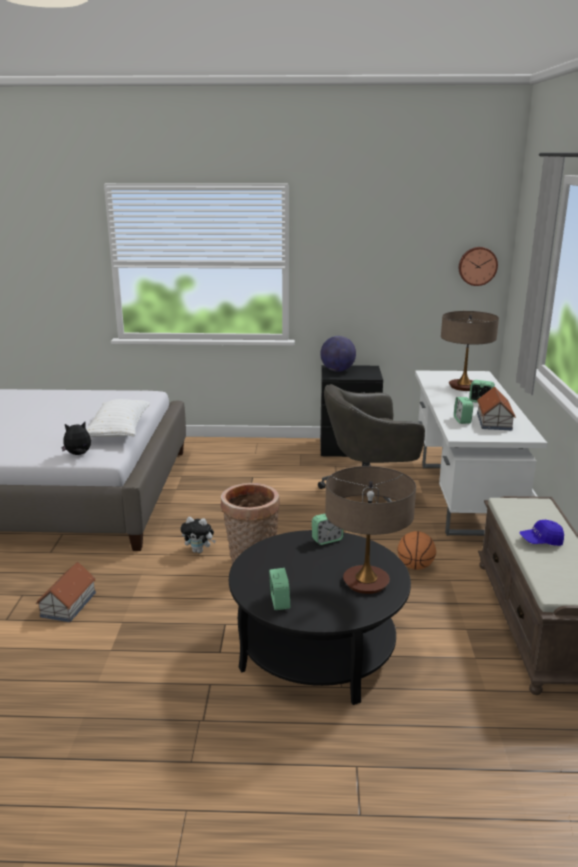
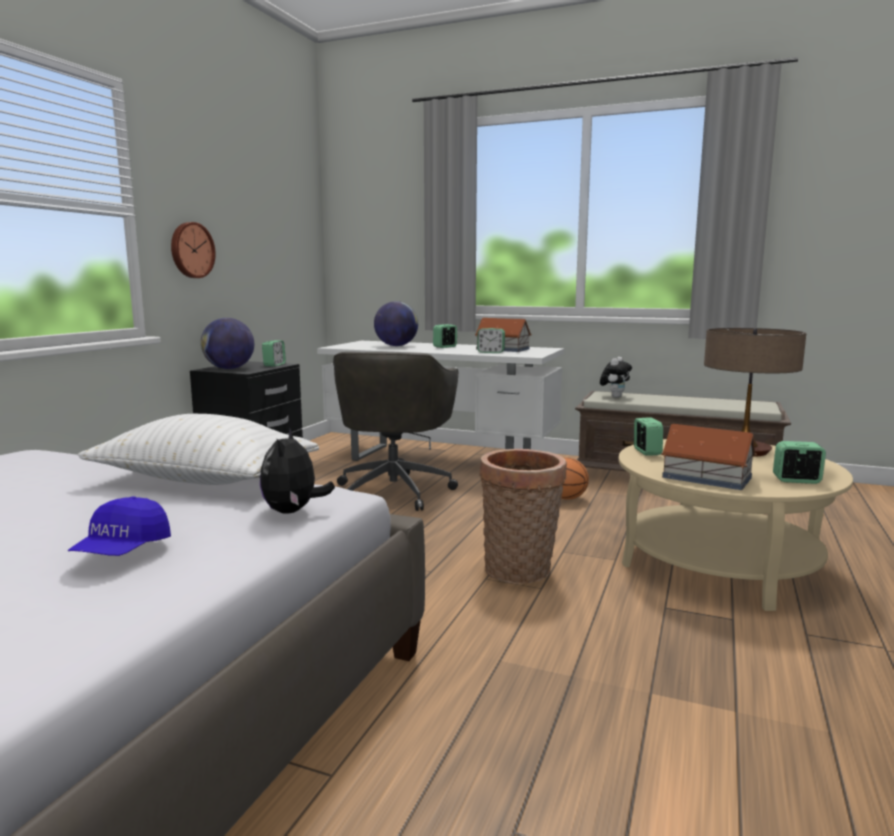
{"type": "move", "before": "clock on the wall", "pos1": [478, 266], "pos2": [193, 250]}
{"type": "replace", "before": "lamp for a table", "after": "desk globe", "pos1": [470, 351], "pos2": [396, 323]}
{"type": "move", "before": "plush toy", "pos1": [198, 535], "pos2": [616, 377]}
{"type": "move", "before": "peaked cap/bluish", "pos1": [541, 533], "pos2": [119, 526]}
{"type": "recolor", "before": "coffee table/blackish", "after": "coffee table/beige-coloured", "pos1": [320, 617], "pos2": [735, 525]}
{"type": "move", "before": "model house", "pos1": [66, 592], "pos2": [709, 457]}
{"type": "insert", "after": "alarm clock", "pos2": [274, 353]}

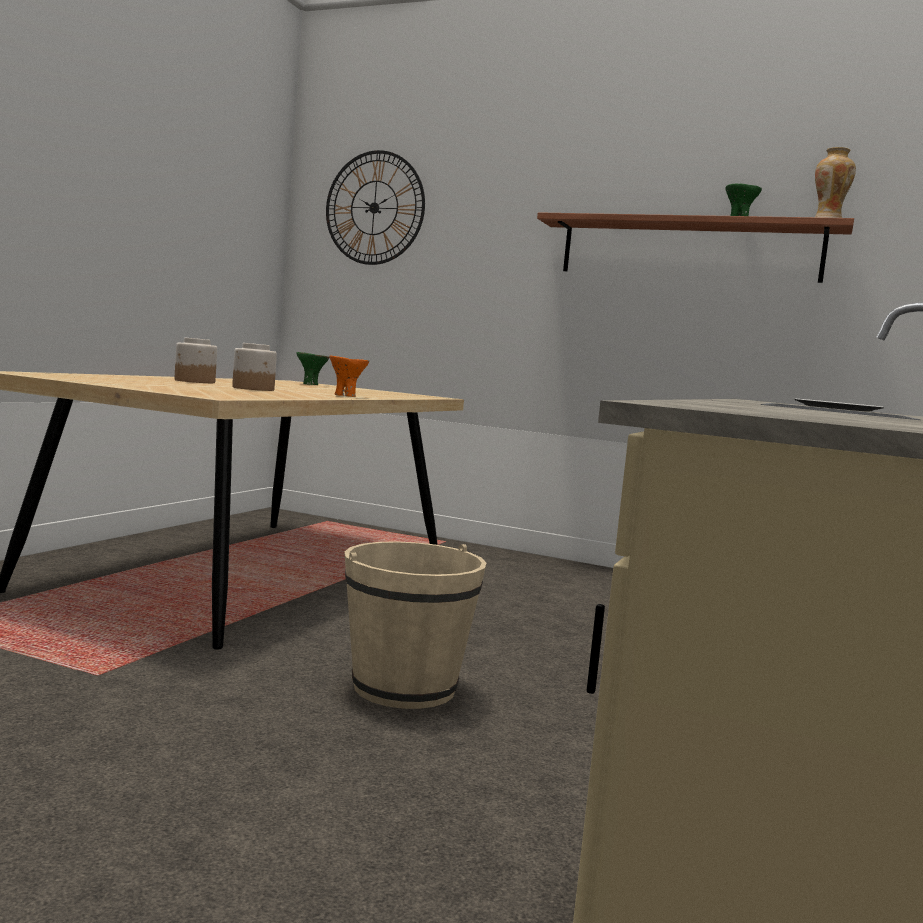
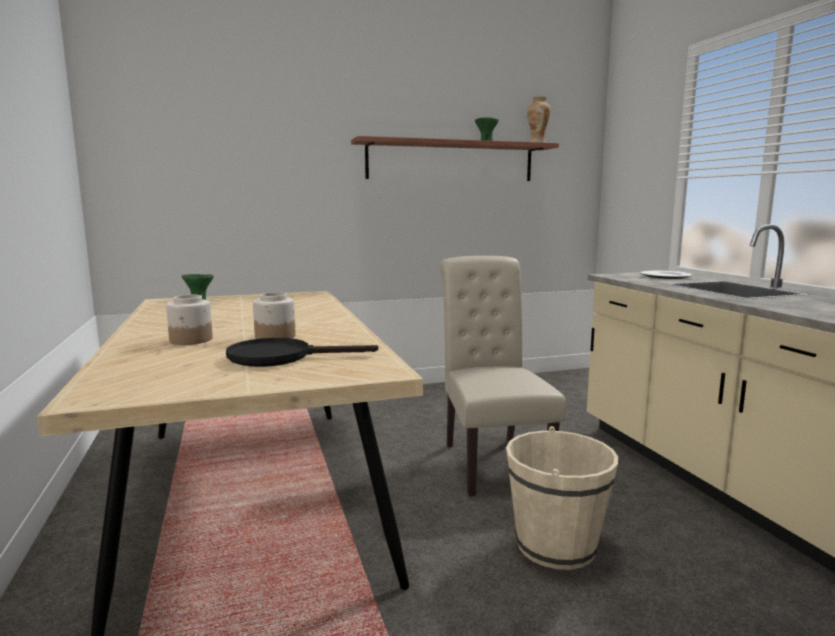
{"type": "delete", "before": "clock on the wall", "pos1": [375, 207]}
{"type": "delete", "before": "bowl/orangey", "pos1": [349, 376]}
{"type": "insert", "after": "chair/beige-coloured", "pos2": [503, 376]}
{"type": "insert", "after": "pan/blackish", "pos2": [302, 352]}

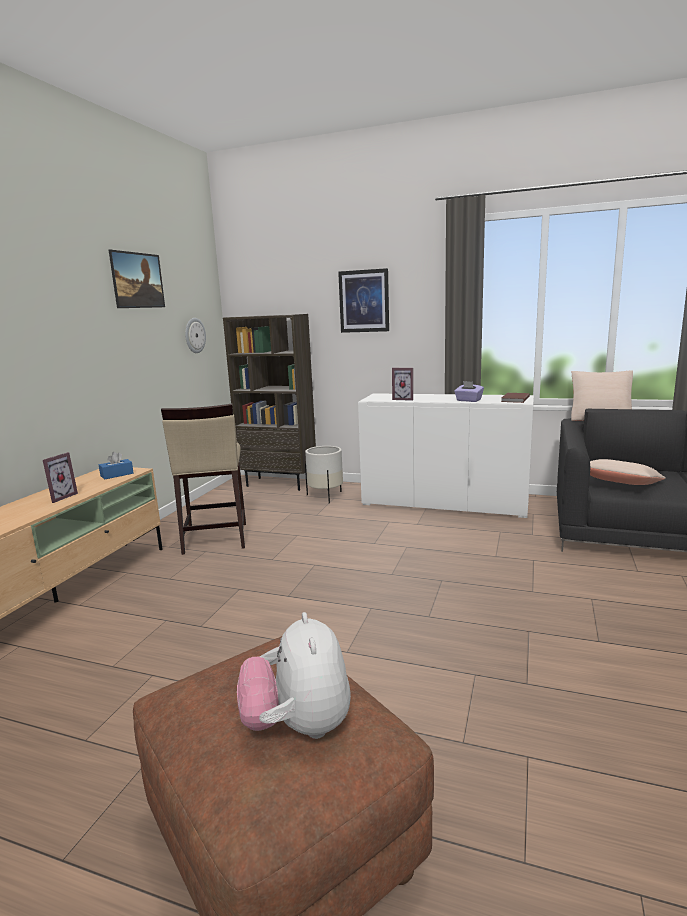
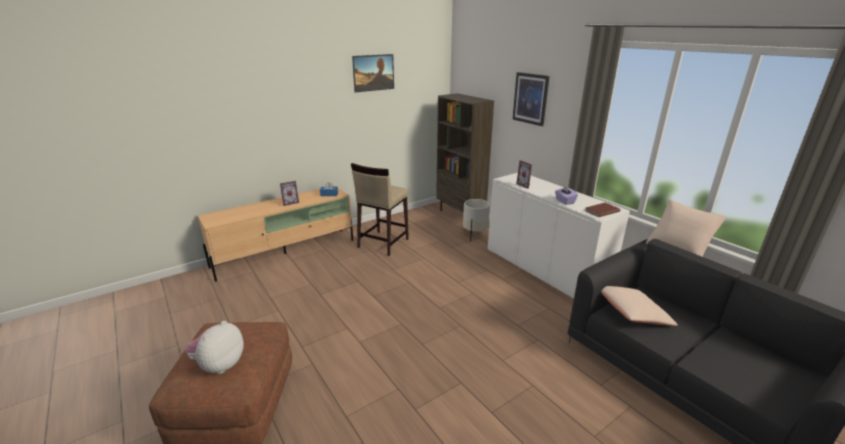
{"type": "delete", "before": "clock on the wall", "pos1": [195, 335]}

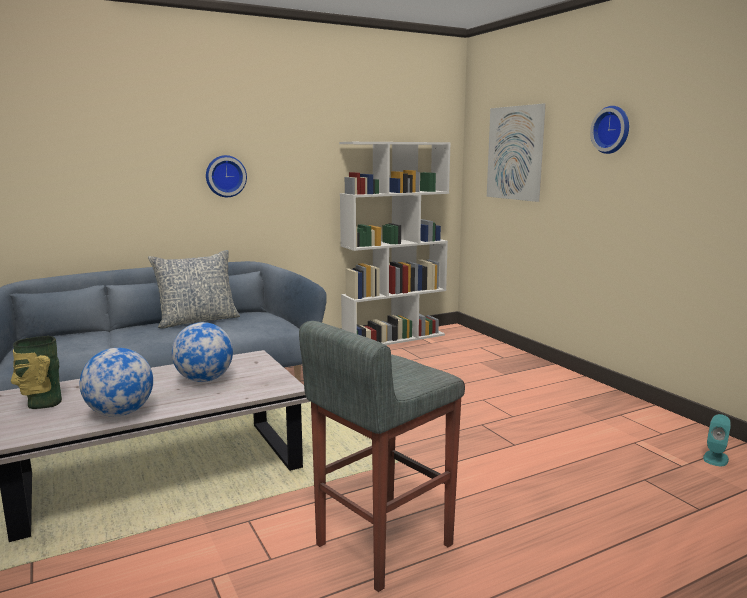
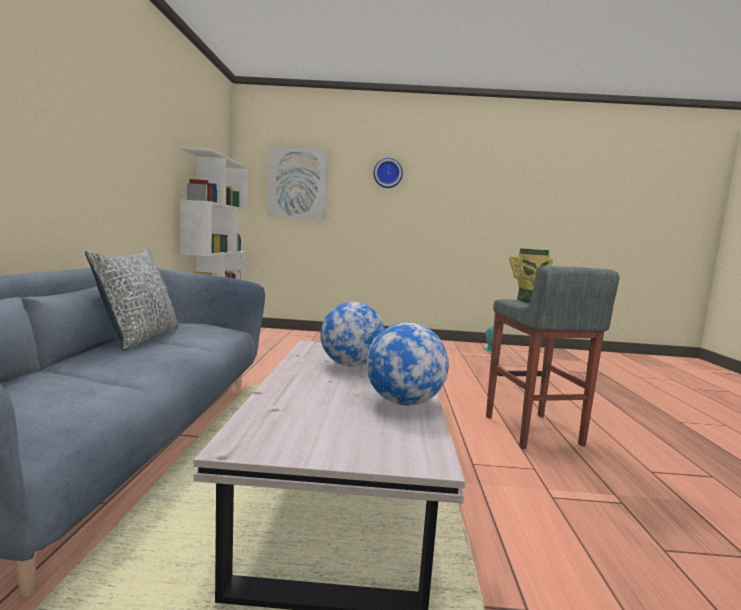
{"type": "delete", "before": "clock on the wall", "pos1": [226, 176]}
{"type": "move", "before": "decorative vase", "pos1": [36, 372], "pos2": [531, 275]}

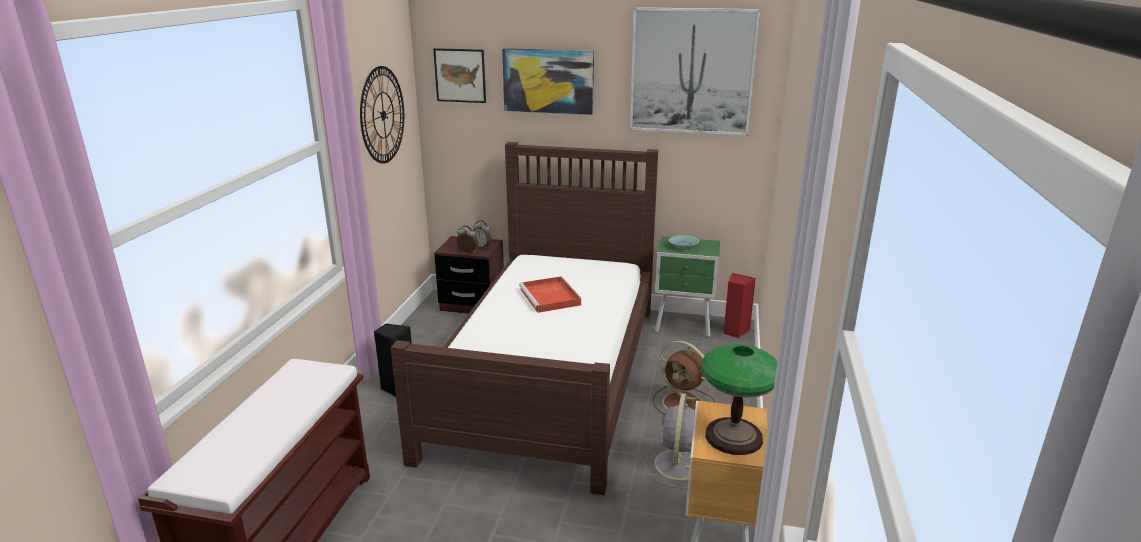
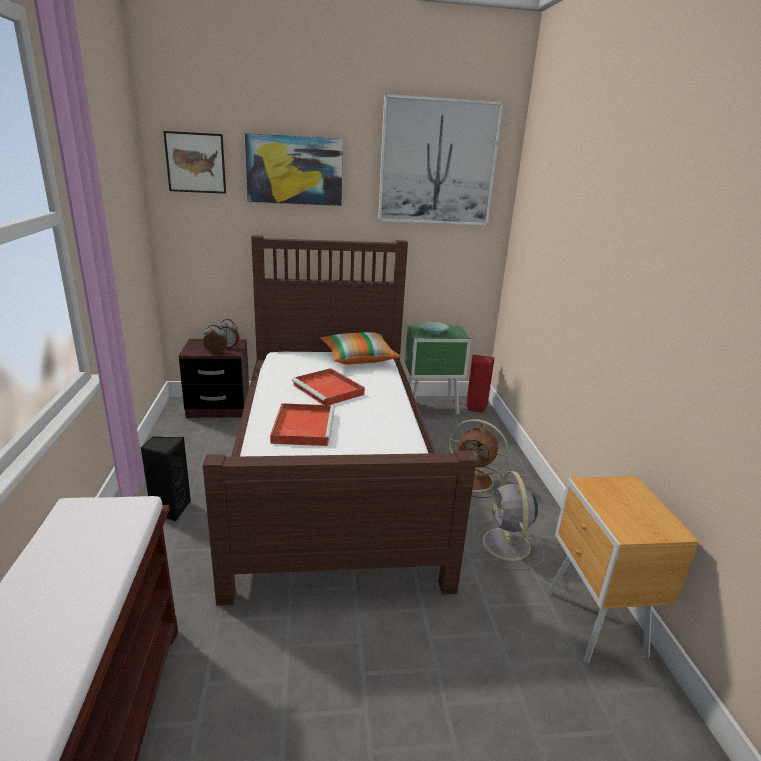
{"type": "delete", "before": "clock on the wall", "pos1": [382, 115]}
{"type": "delete", "before": "lamp for a table", "pos1": [739, 399]}
{"type": "insert", "after": "pillow", "pos2": [360, 348]}
{"type": "insert", "after": "serving tray/reddish", "pos2": [302, 424]}

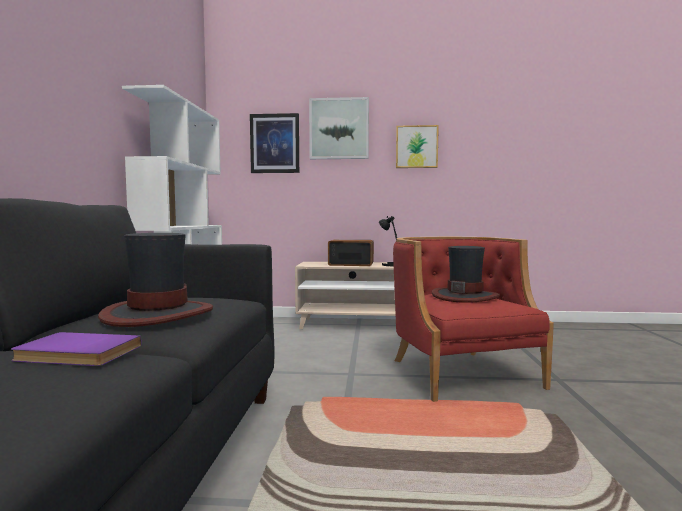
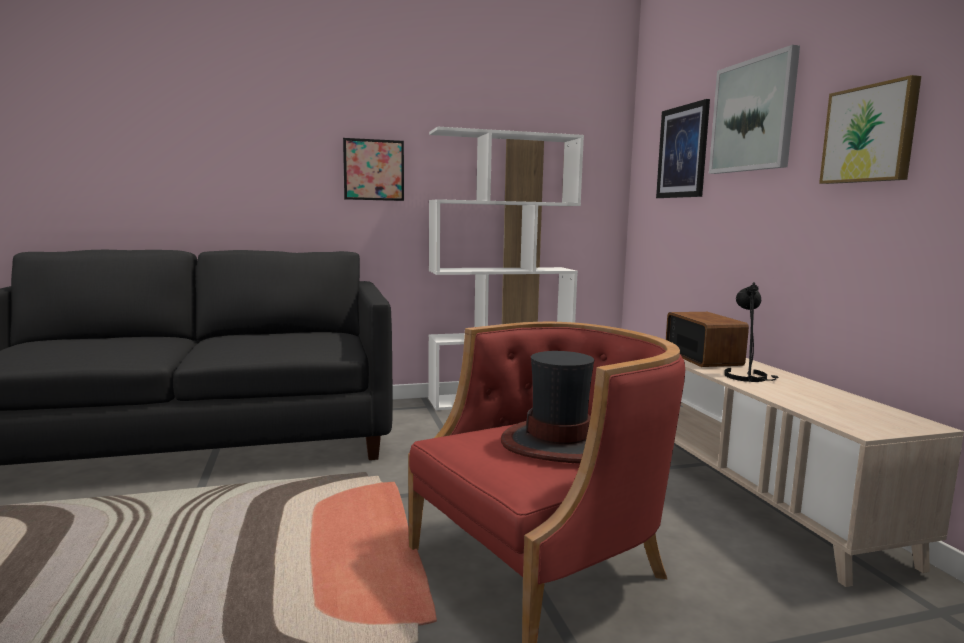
{"type": "delete", "before": "wearable hat", "pos1": [155, 280]}
{"type": "delete", "before": "bound book/purplish", "pos1": [76, 349]}
{"type": "insert", "after": "wall picture", "pos2": [373, 169]}

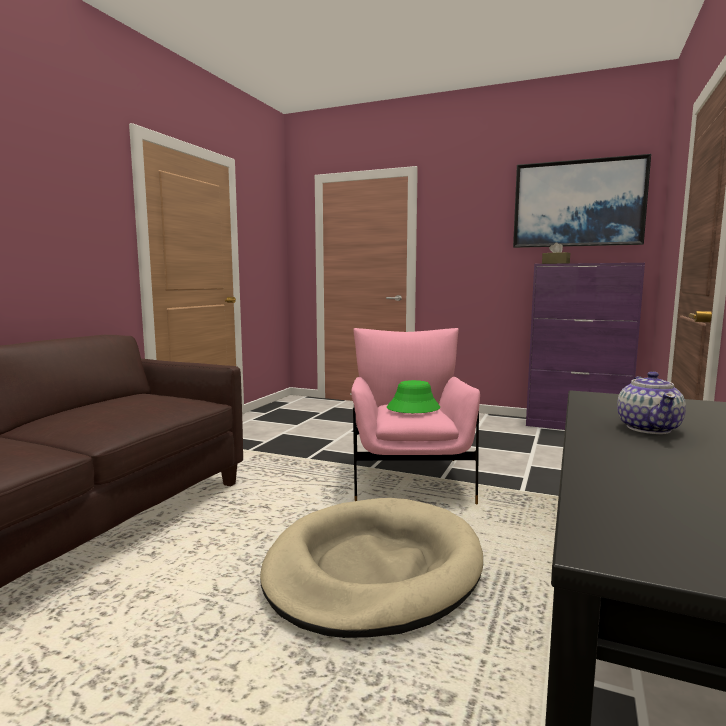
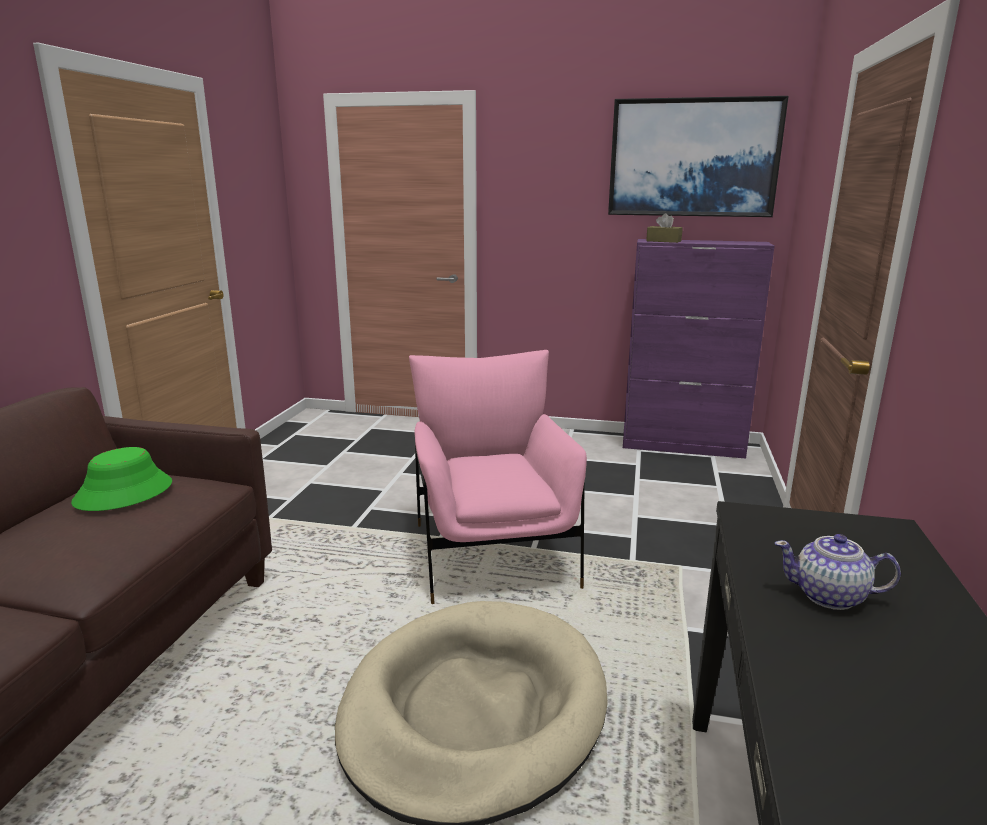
{"type": "rotate", "before": "teapot", "pos1": [651, 402], "pos2": [838, 572], "turn": 105}
{"type": "move", "before": "wearable hat/green", "pos1": [413, 396], "pos2": [121, 479]}

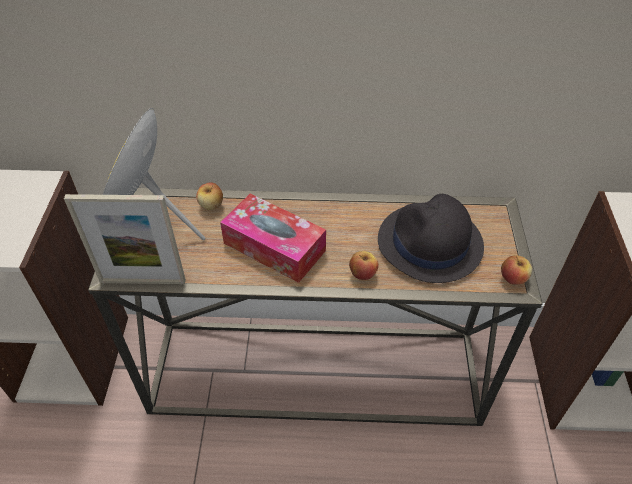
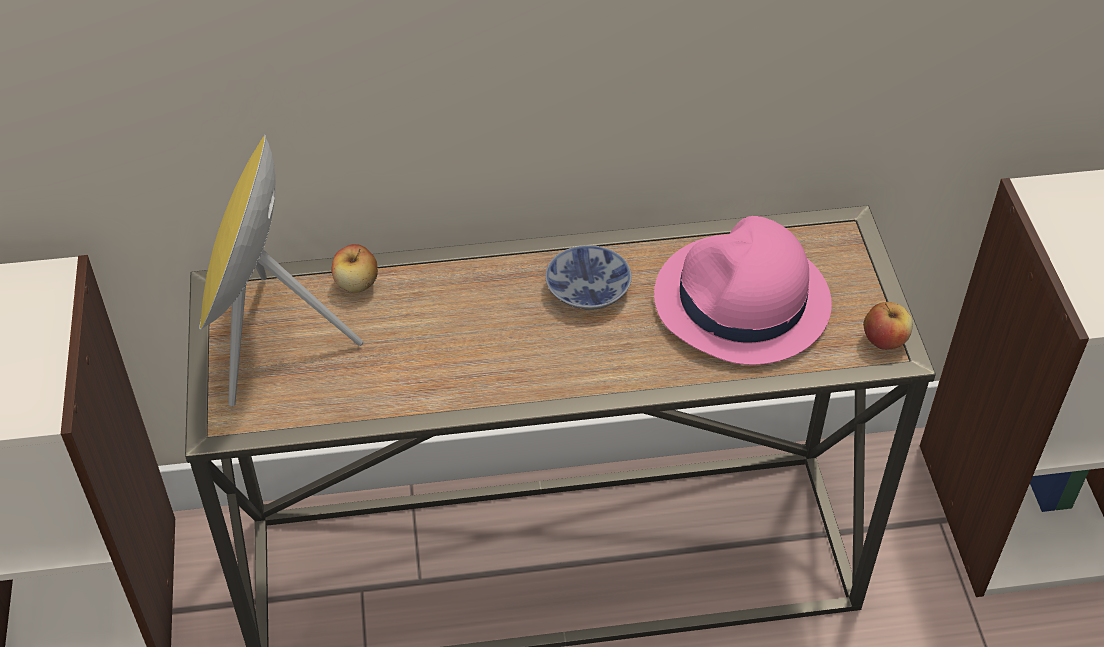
{"type": "delete", "before": "box of tissues", "pos1": [273, 238]}
{"type": "delete", "before": "standing frame", "pos1": [125, 239]}
{"type": "recolor", "before": "wearable hat/blackish", "after": "wearable hat/pinkish", "pos1": [431, 238], "pos2": [743, 290]}
{"type": "delete", "before": "apple fruit", "pos1": [364, 265]}
{"type": "insert", "after": "bowl", "pos2": [588, 277]}

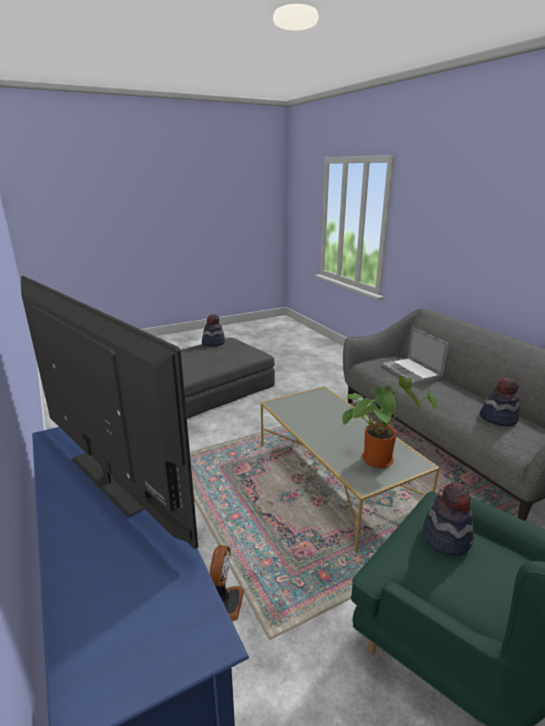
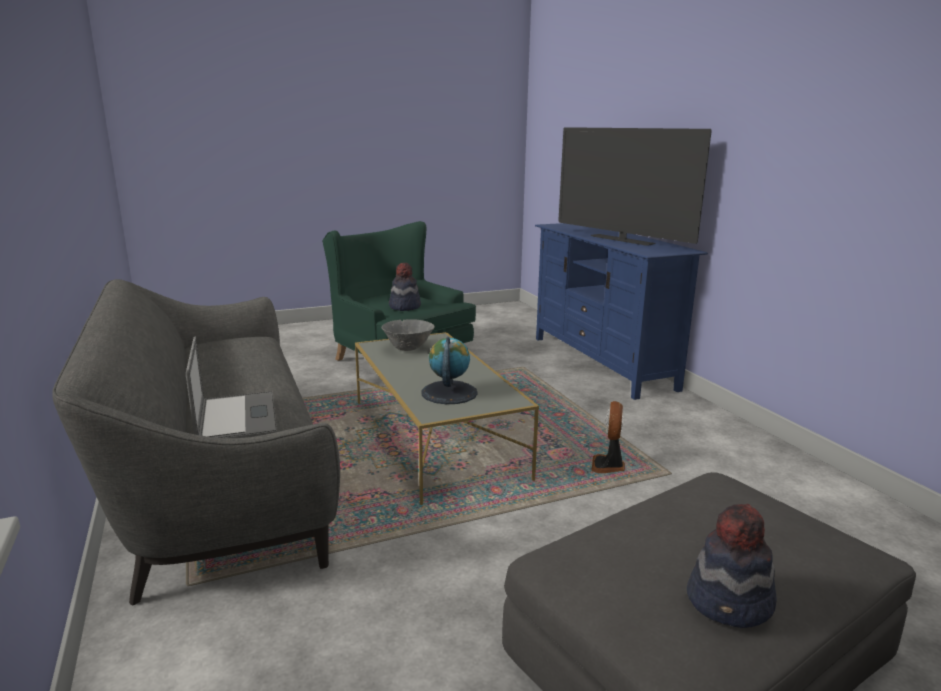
{"type": "replace", "before": "plant in a pot", "after": "bowl/grey", "pos1": [389, 422], "pos2": [408, 335]}
{"type": "delete", "before": "wearable hat", "pos1": [500, 402]}
{"type": "move", "before": "electric fan", "pos1": [227, 583], "pos2": [608, 437]}
{"type": "insert", "after": "desk globe", "pos2": [449, 370]}

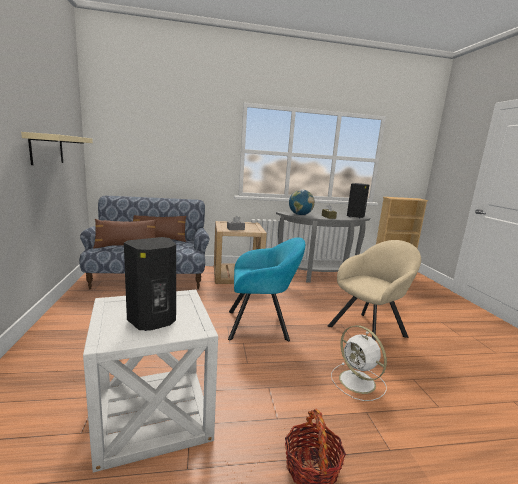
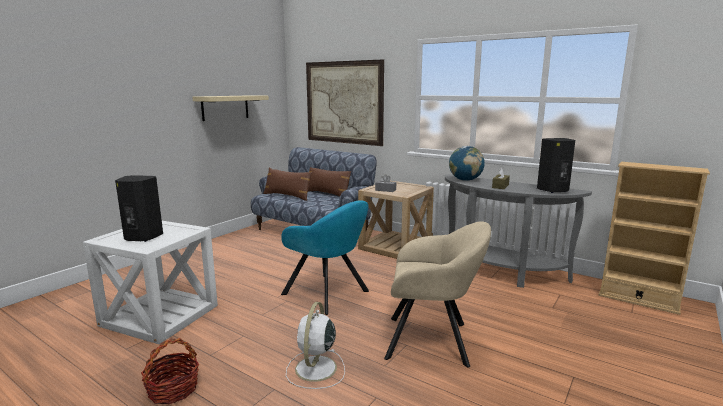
{"type": "insert", "after": "wall picture", "pos2": [345, 102]}

